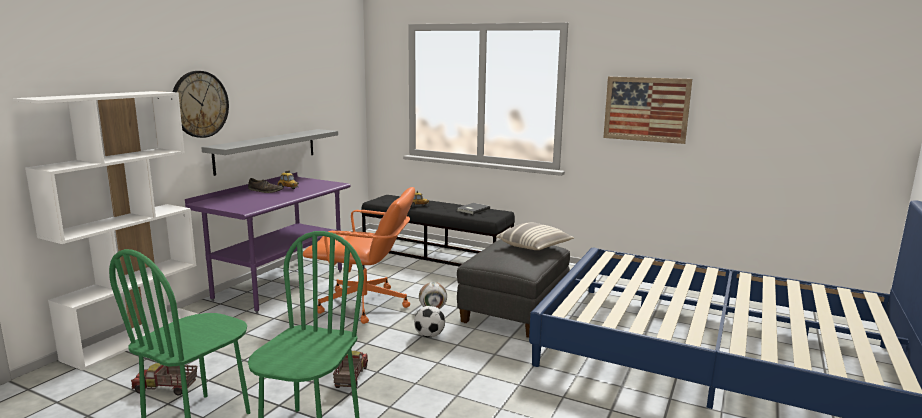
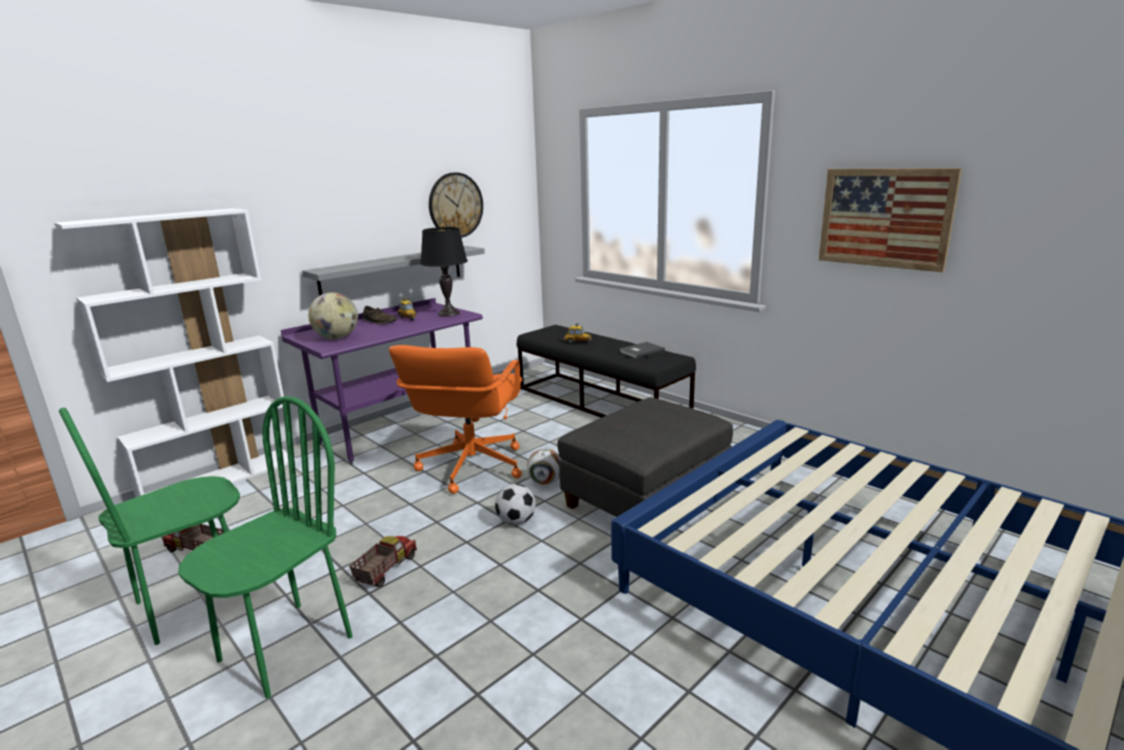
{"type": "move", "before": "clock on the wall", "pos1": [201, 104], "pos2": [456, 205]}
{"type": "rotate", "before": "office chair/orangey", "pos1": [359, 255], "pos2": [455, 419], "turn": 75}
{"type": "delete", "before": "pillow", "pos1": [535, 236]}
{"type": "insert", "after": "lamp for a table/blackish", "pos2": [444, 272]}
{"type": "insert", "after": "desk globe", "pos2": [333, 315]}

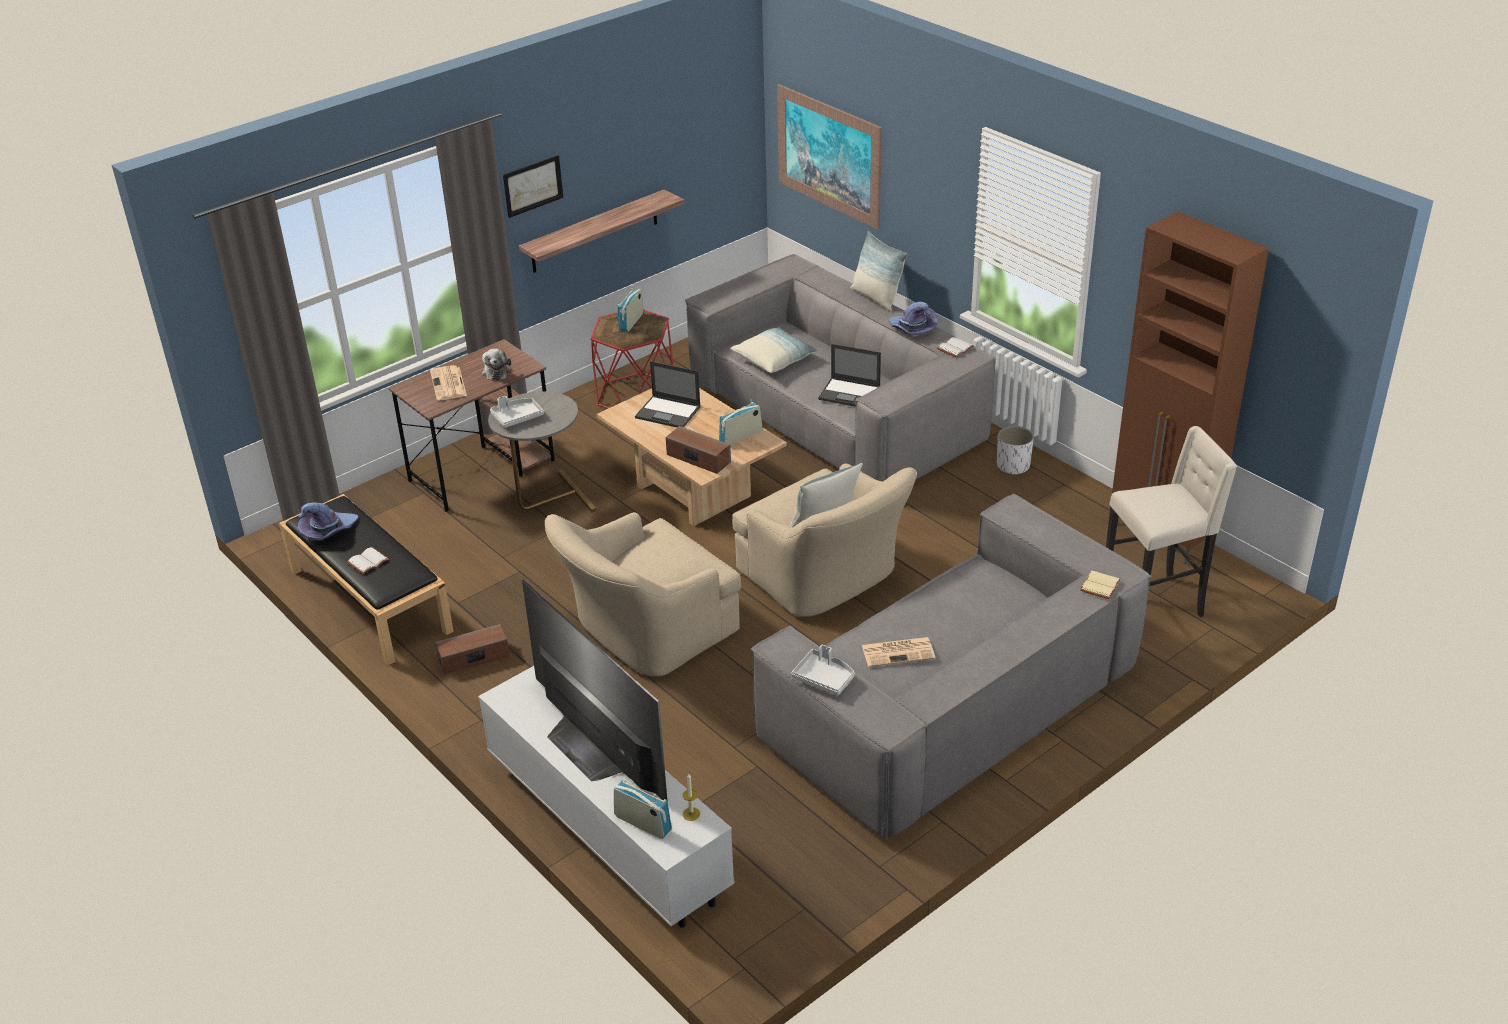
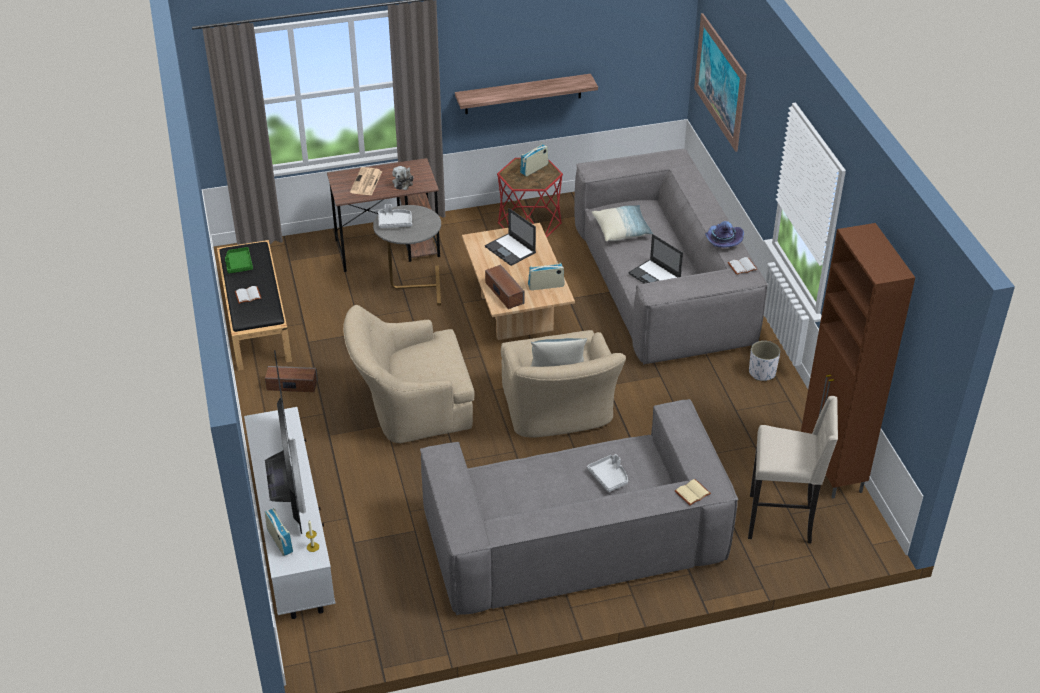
{"type": "delete", "before": "wall picture", "pos1": [533, 186]}
{"type": "delete", "before": "pillow", "pos1": [879, 271]}
{"type": "replace", "before": "wearable hat/purplish", "after": "serving tray/green", "pos1": [328, 522], "pos2": [239, 260]}
{"type": "delete", "before": "daily paper", "pos1": [898, 652]}
{"type": "move", "before": "serving tray/grey", "pos1": [823, 670], "pos2": [607, 473]}

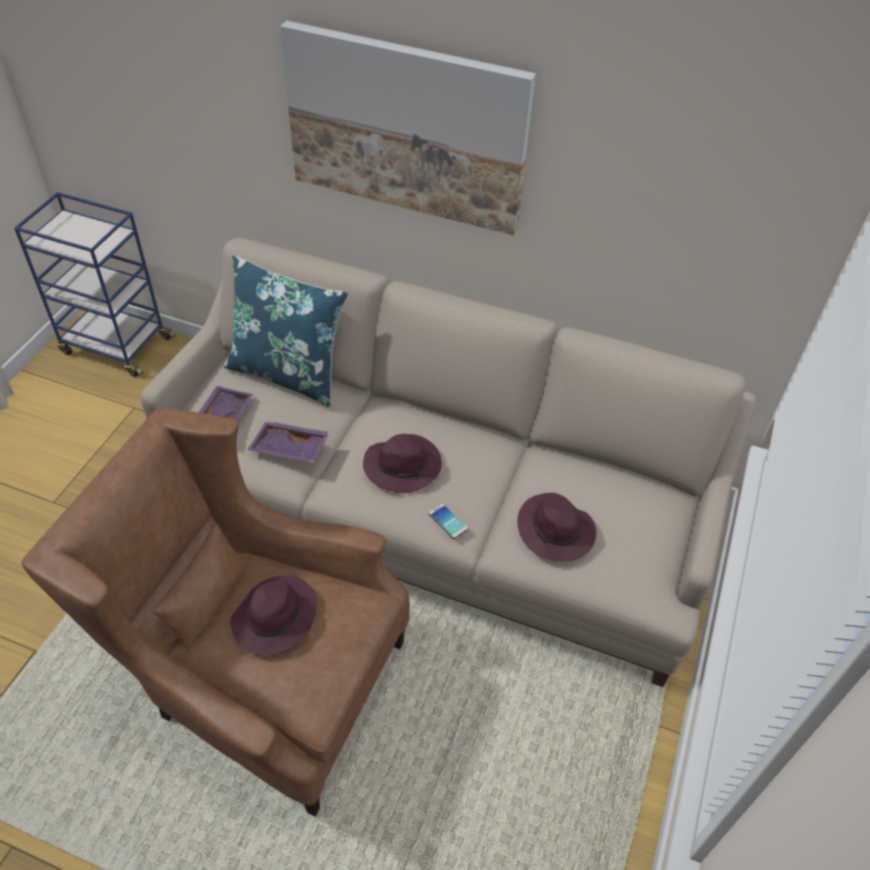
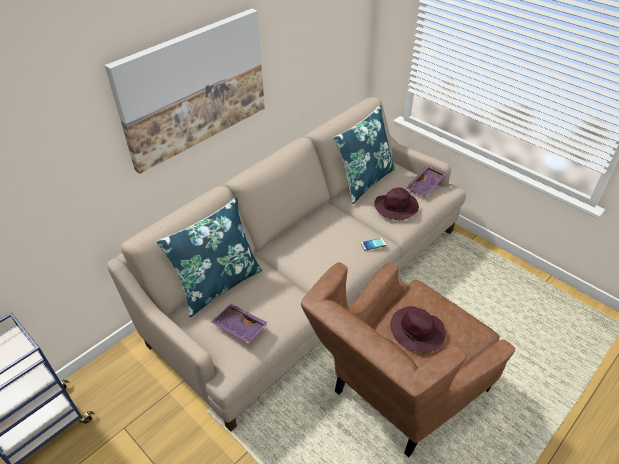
{"type": "move", "before": "serving tray/purplish", "pos1": [289, 442], "pos2": [425, 181]}
{"type": "delete", "before": "wearable hat/purplish", "pos1": [402, 463]}
{"type": "insert", "after": "pillow/bluish", "pos2": [364, 154]}

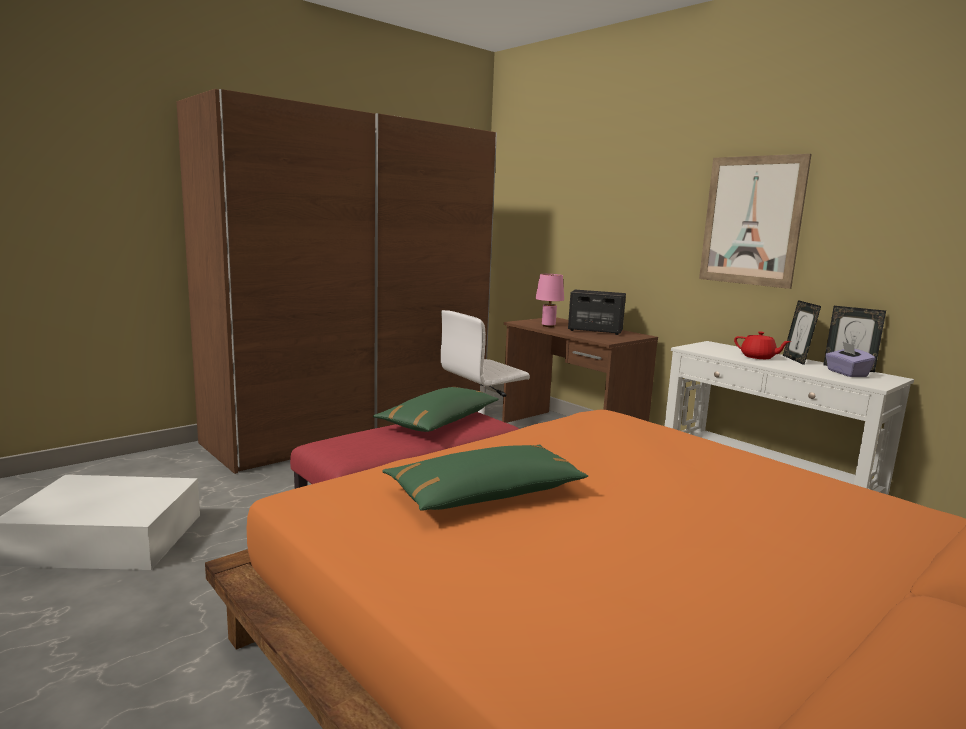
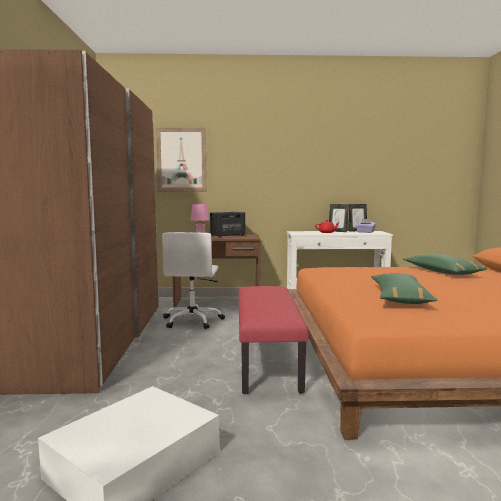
{"type": "move", "before": "wall picture", "pos1": [755, 221], "pos2": [181, 160]}
{"type": "move", "before": "pillow/green", "pos1": [436, 409], "pos2": [445, 264]}

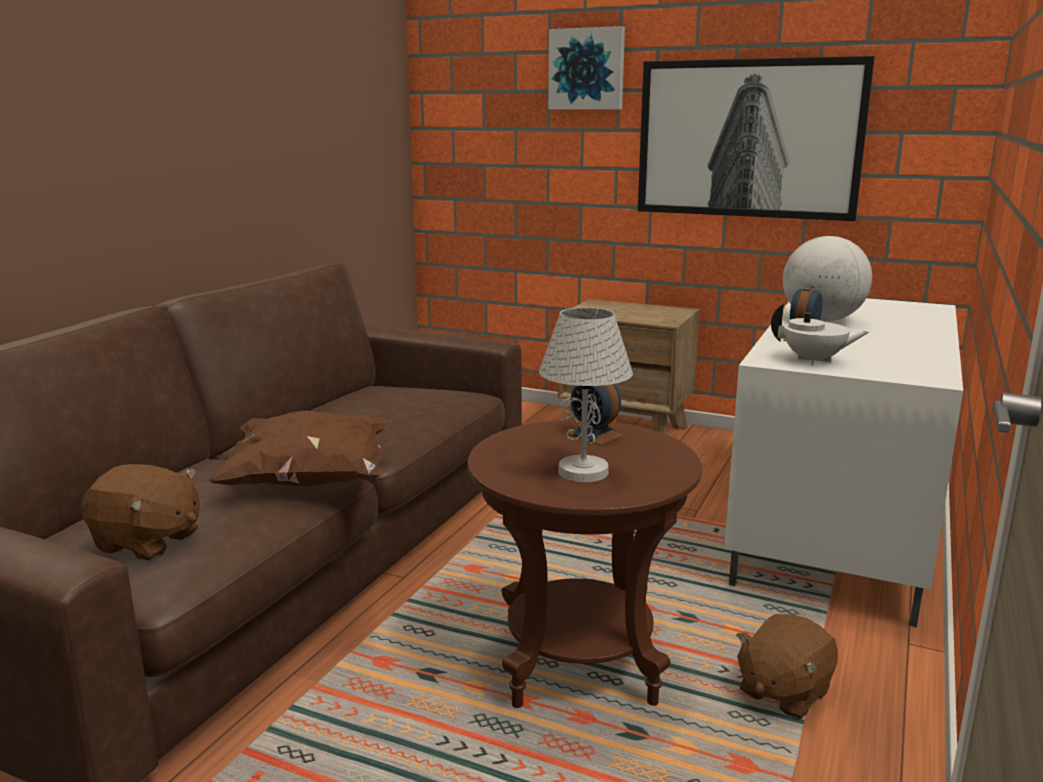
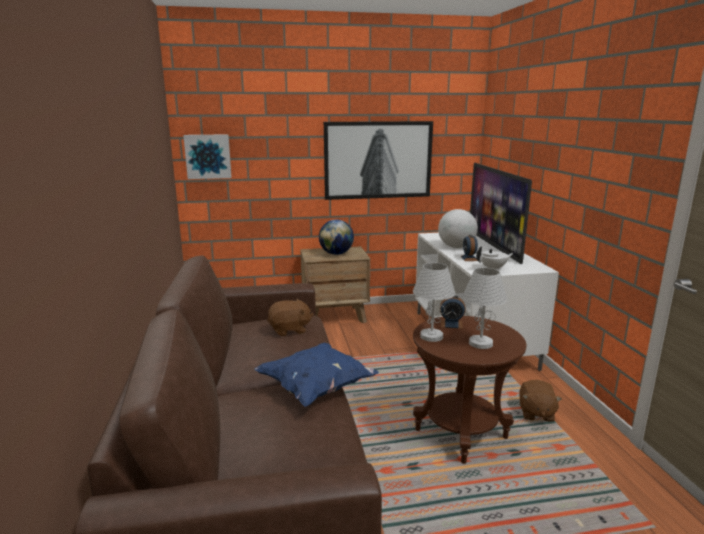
{"type": "move", "before": "wall picture", "pos1": [586, 68], "pos2": [207, 156]}
{"type": "recolor", "before": "pillow/brown-coloured", "after": "pillow/bluish", "pos1": [300, 449], "pos2": [316, 374]}
{"type": "move", "before": "plush toy/brown-coloured", "pos1": [140, 512], "pos2": [290, 317]}
{"type": "insert", "after": "television", "pos2": [501, 213]}
{"type": "insert", "after": "desk globe", "pos2": [336, 237]}
{"type": "insert", "after": "lamp for a table/white", "pos2": [434, 302]}

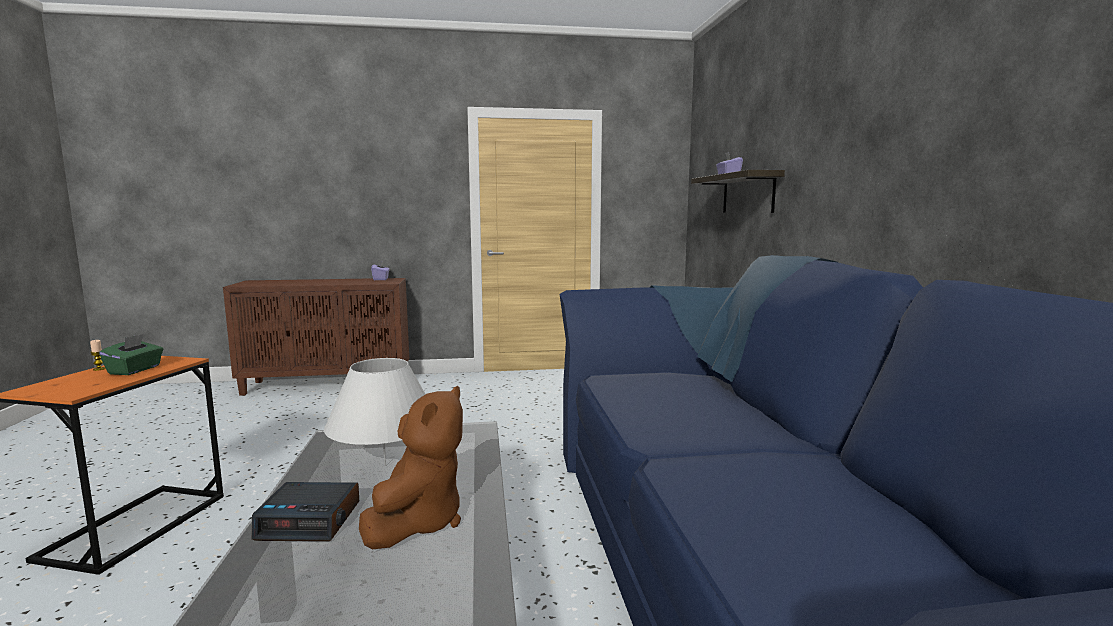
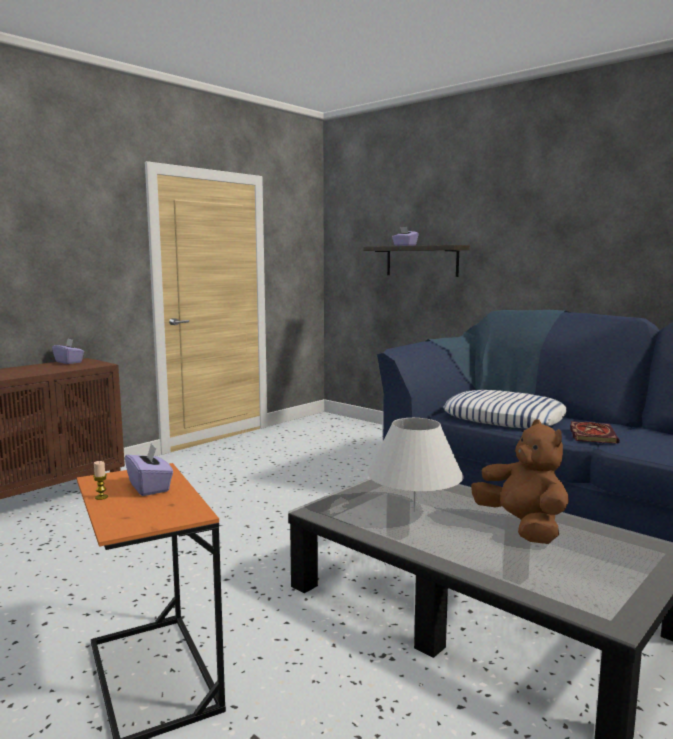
{"type": "recolor", "before": "box of tissues/green", "after": "box of tissues/purplish", "pos1": [131, 354], "pos2": [149, 469]}
{"type": "delete", "before": "alarm clock", "pos1": [305, 512]}
{"type": "insert", "after": "pillow", "pos2": [505, 409]}
{"type": "insert", "after": "bound book", "pos2": [595, 432]}

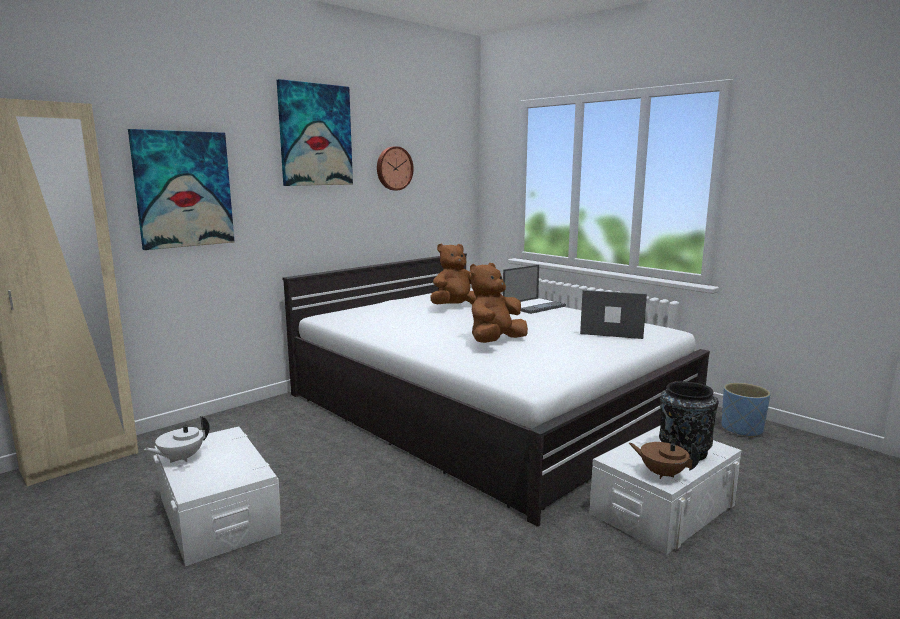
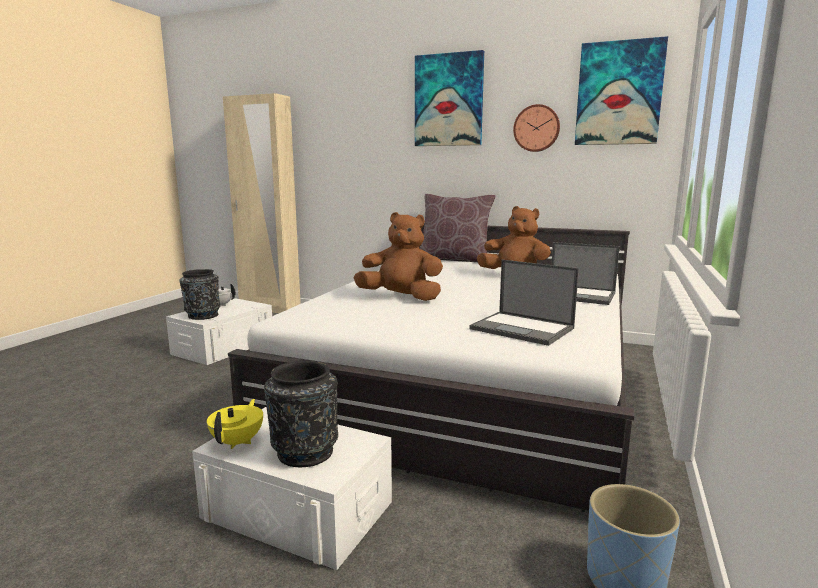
{"type": "move", "before": "wall picture", "pos1": [181, 189], "pos2": [621, 90]}
{"type": "rotate", "before": "laptop", "pos1": [613, 314], "pos2": [524, 303], "turn": 135}
{"type": "recolor", "before": "teapot/brown-coloured", "after": "teapot/yellow", "pos1": [664, 460], "pos2": [235, 424]}
{"type": "insert", "after": "pillow/brown-coloured", "pos2": [458, 228]}
{"type": "insert", "after": "decorative vase/blackish", "pos2": [199, 294]}

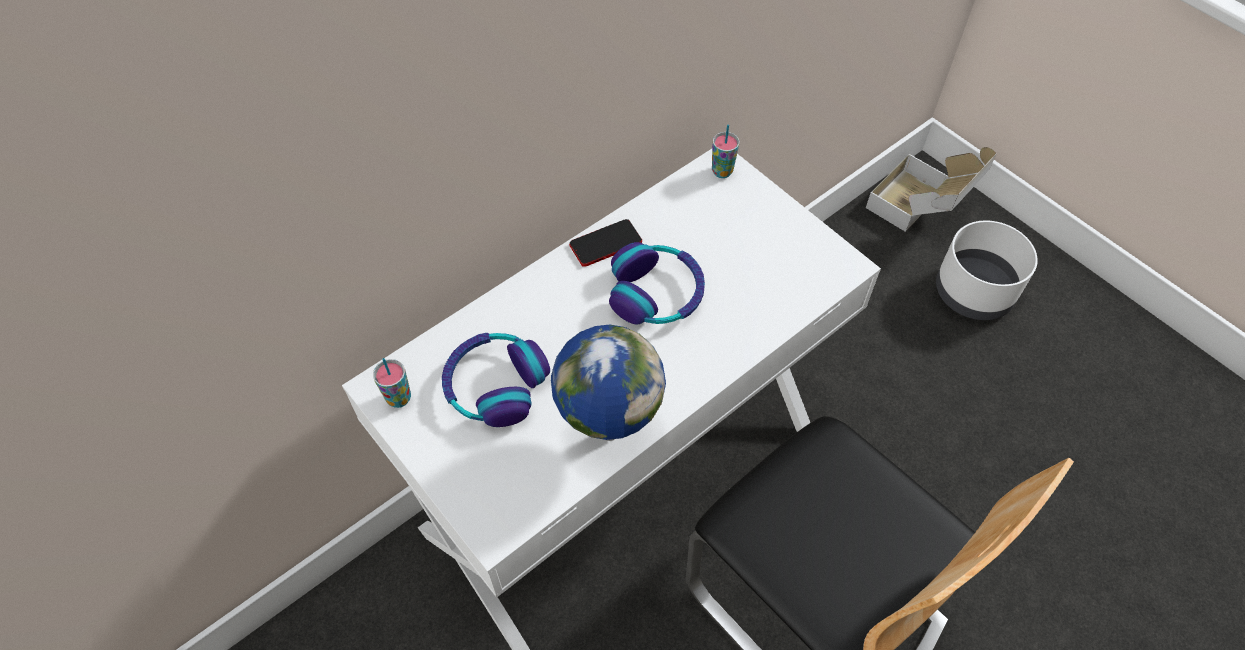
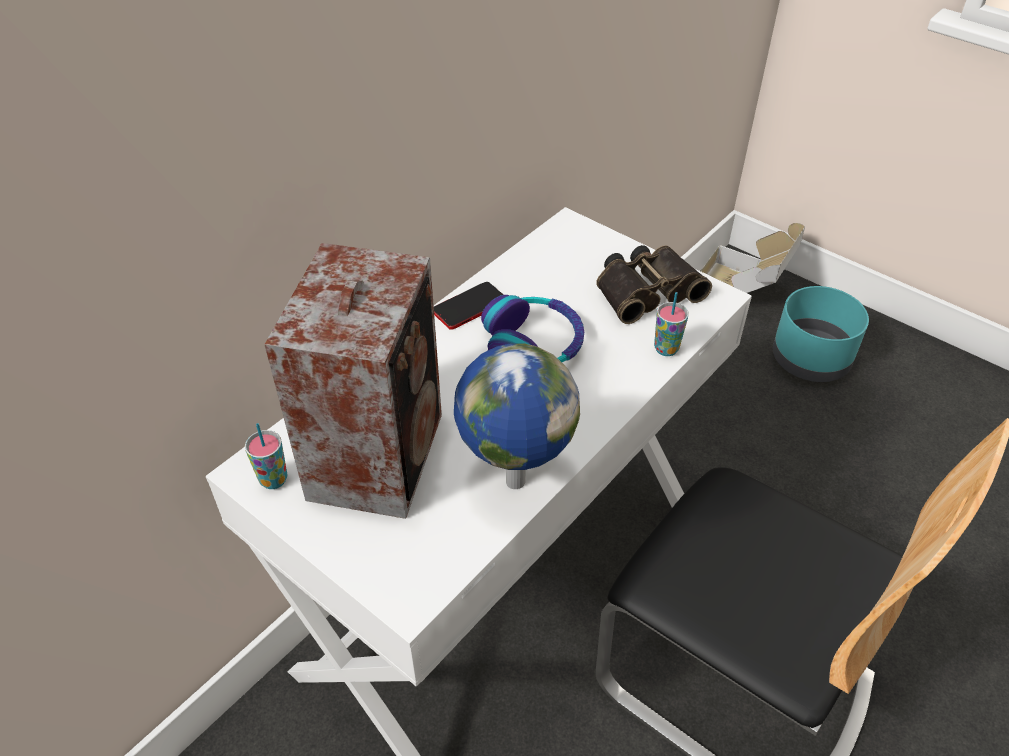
{"type": "move", "before": "small cup", "pos1": [726, 151], "pos2": [671, 324]}
{"type": "recolor", "before": "planter/white", "after": "planter/turquoise-coloured", "pos1": [987, 270], "pos2": [821, 334]}
{"type": "replace", "before": "pair of headphones", "after": "loudspeaker", "pos1": [496, 380], "pos2": [353, 381]}
{"type": "insert", "after": "pair of binoculars", "pos2": [654, 284]}

